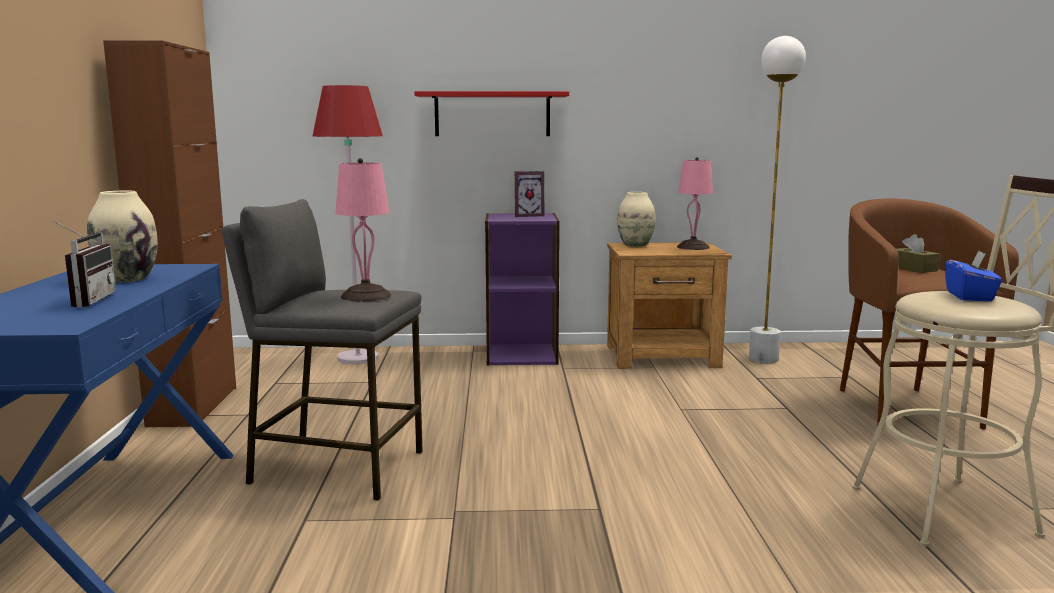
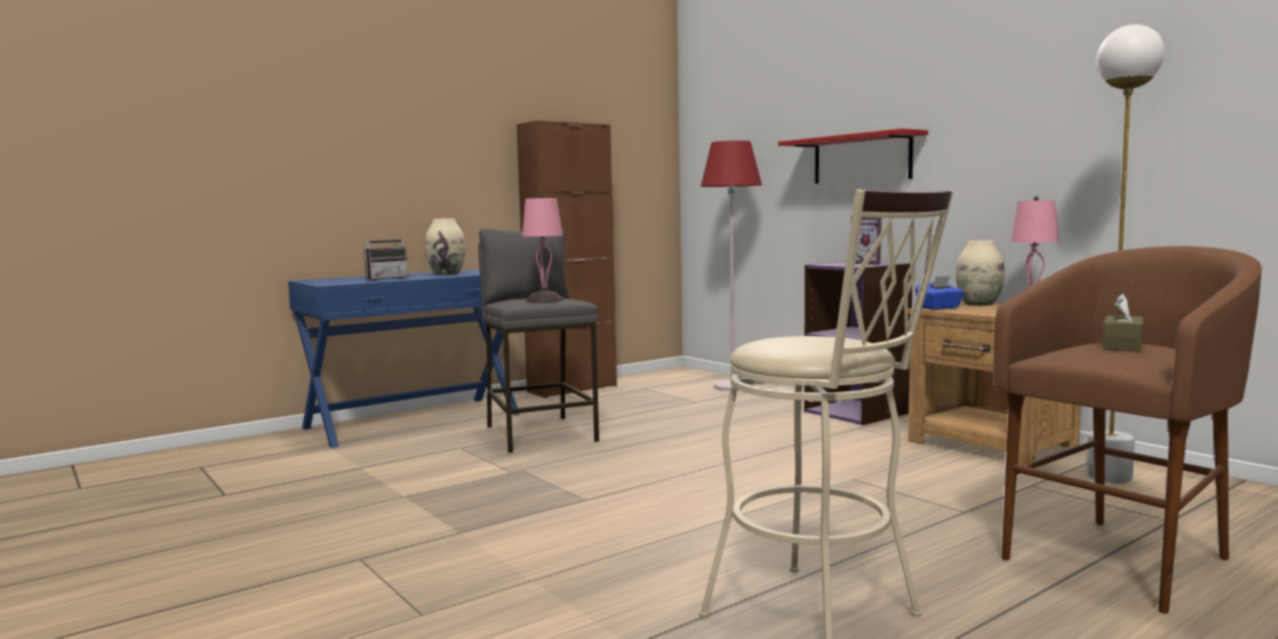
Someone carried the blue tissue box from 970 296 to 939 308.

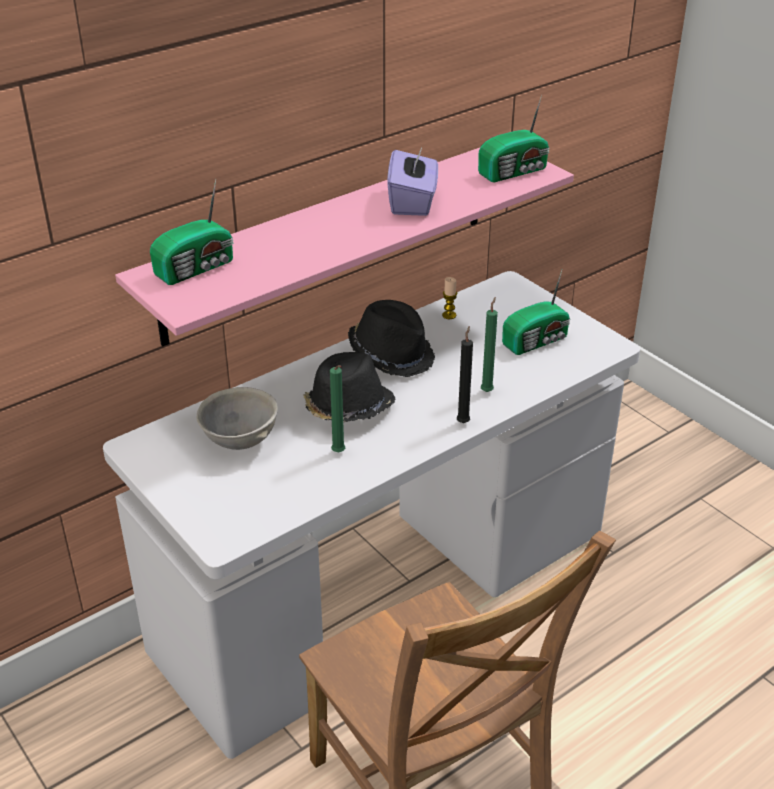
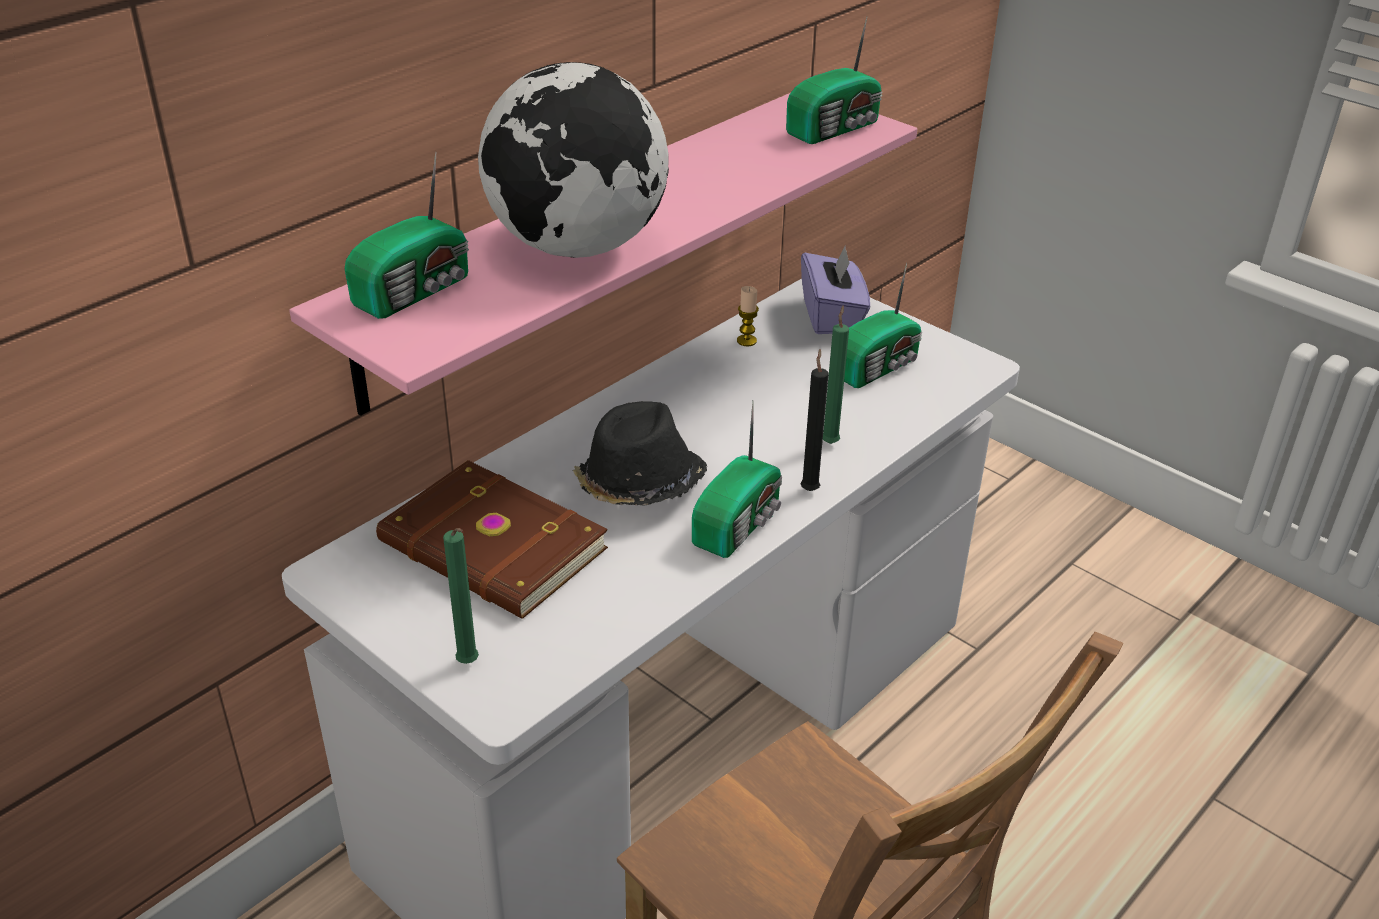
Someone took away the black hat at 392 354.
Someone put down the globe at 577 247.
Someone put down the radio at 740 524.
Someone carried the green candle from 339 453 to 469 664.
Someone carried the purple tissue box from 412 202 to 832 316.
Someone swapped the grey bowl at 239 441 for the brown book at 491 548.

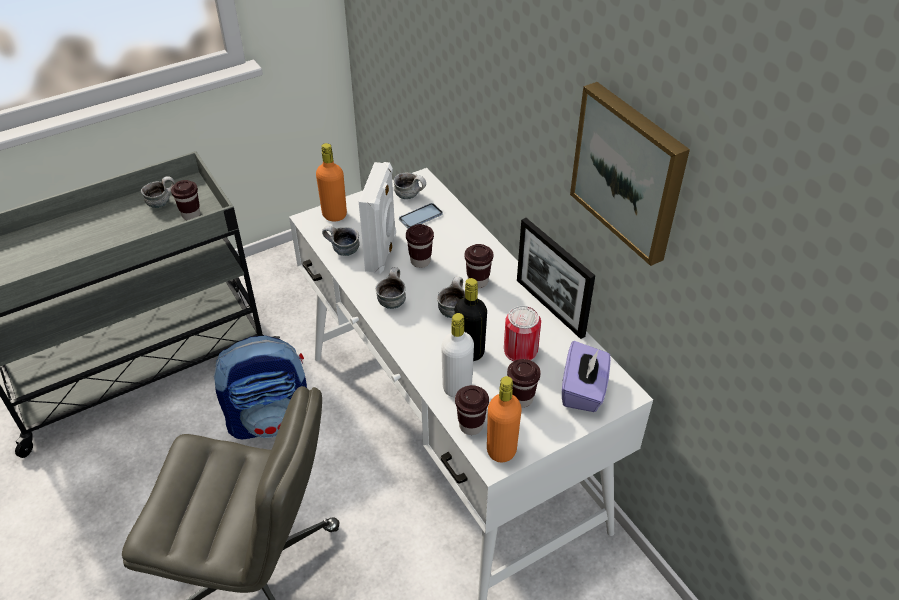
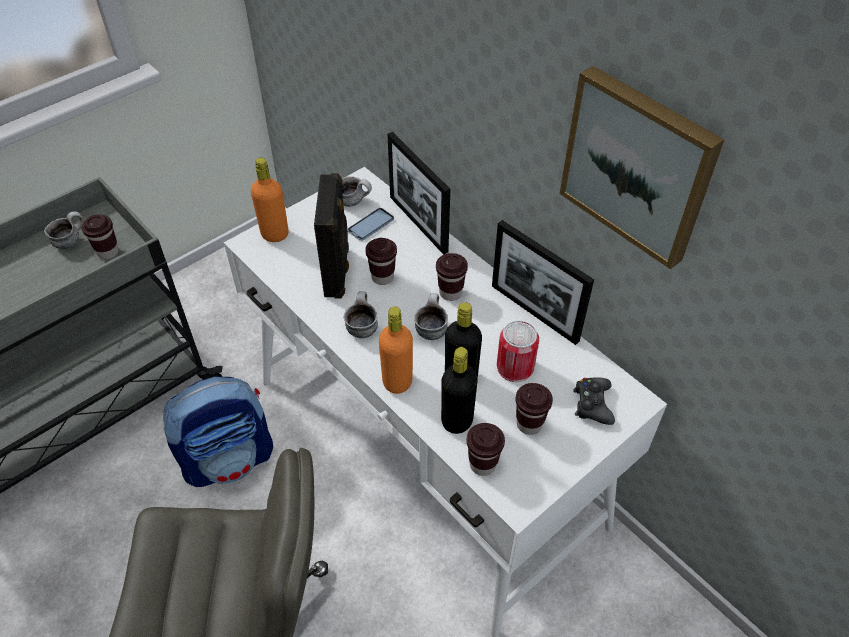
Someone took away the mug at 342 251.
Someone put down the picture frame at 418 224.
Someone carried the orange bottle from 501 450 to 397 381.
Someone swapped the purple tissue box at 583 390 for the black game controller at 592 404.
Someone repainted the white speaker at 382 252, which became the black speaker at 338 272.
Someone repainted the white bottle at 457 387, which became the black bottle at 457 421.

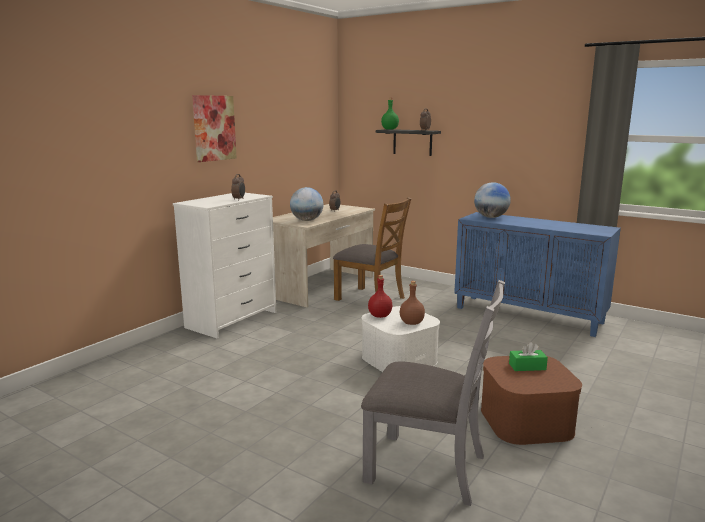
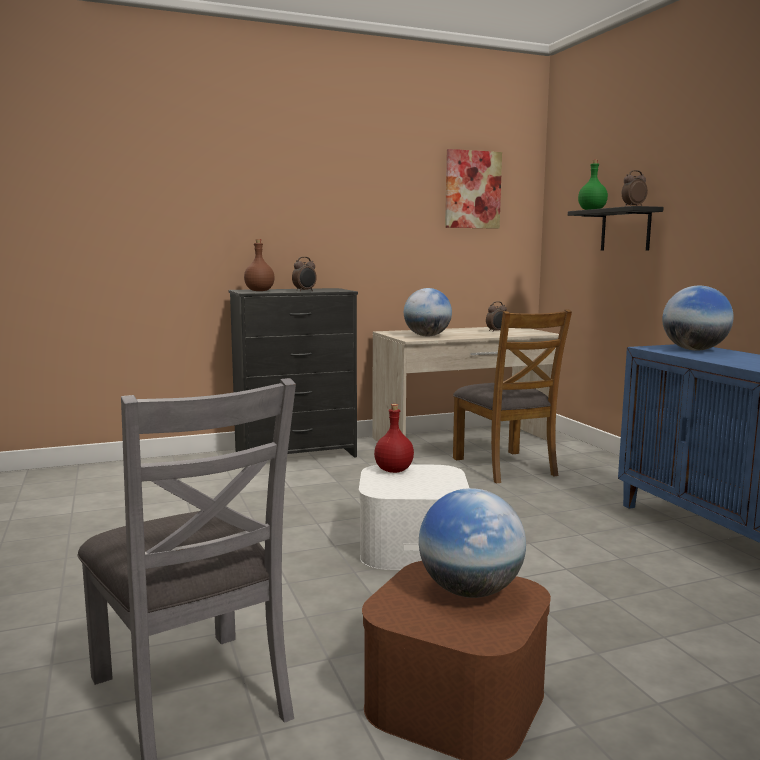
Someone carried the picture from 214 128 to 472 189.
Someone carried the brown bottle from 412 323 to 259 291.
Someone swapped the green tissue box at 527 366 for the globe at 470 591.
Someone repainted the white dresser at 232 320, which became the black dresser at 295 454.

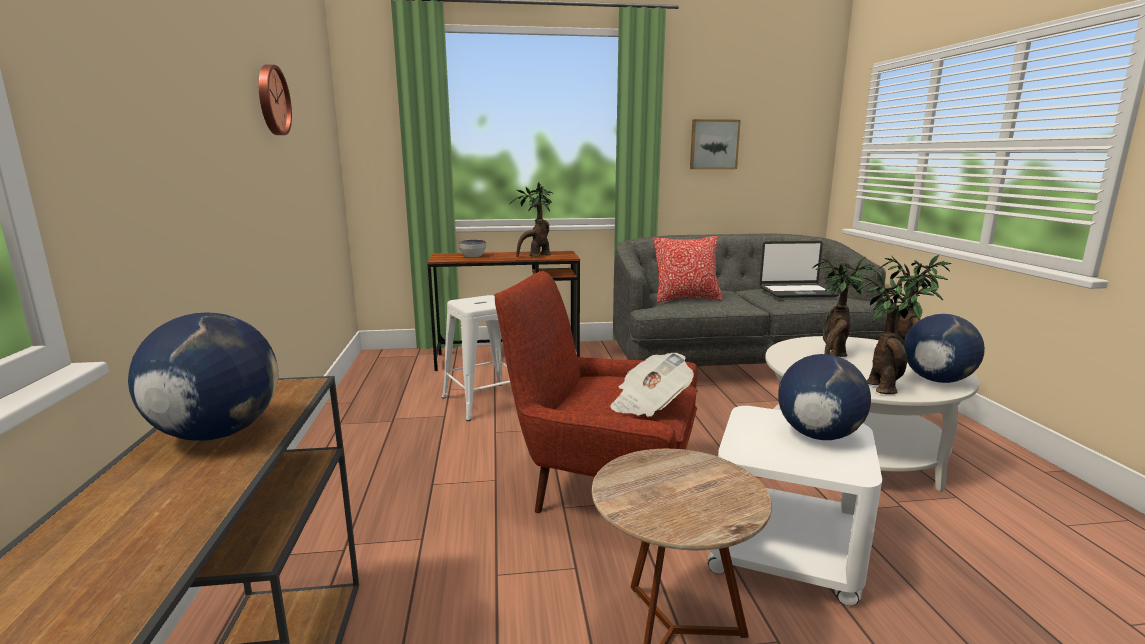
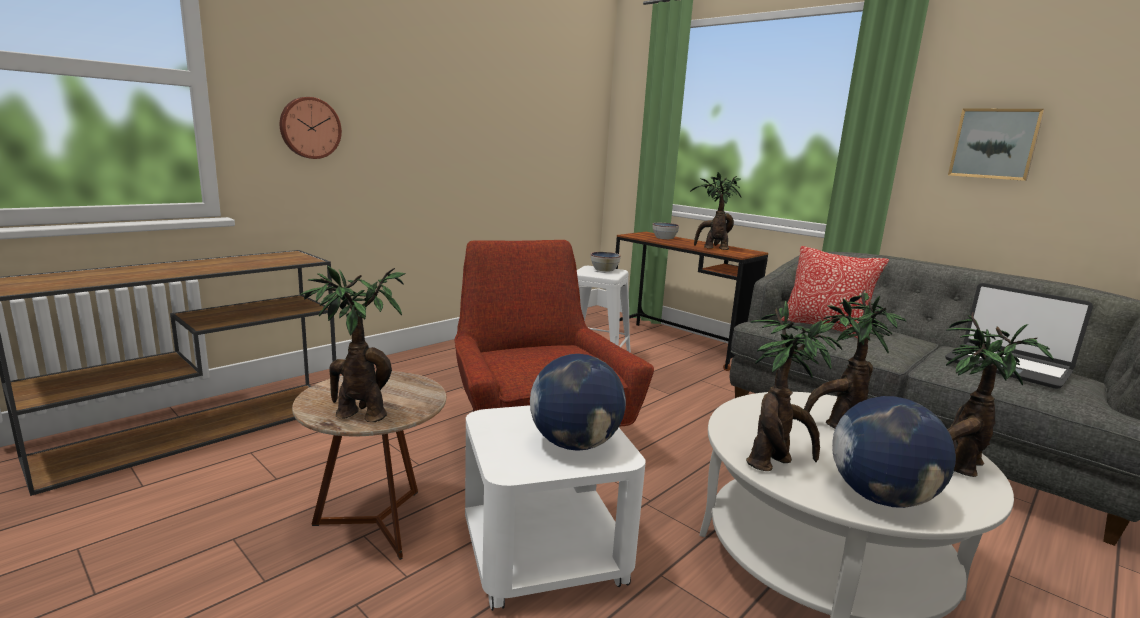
Someone took away the globe at 217 433.
Someone took away the newspaper at 649 404.
Someone put down the potted plant at 357 414.
Someone put down the bowl at 604 269.
Someone carried the wall clock from 271 100 to 309 128.

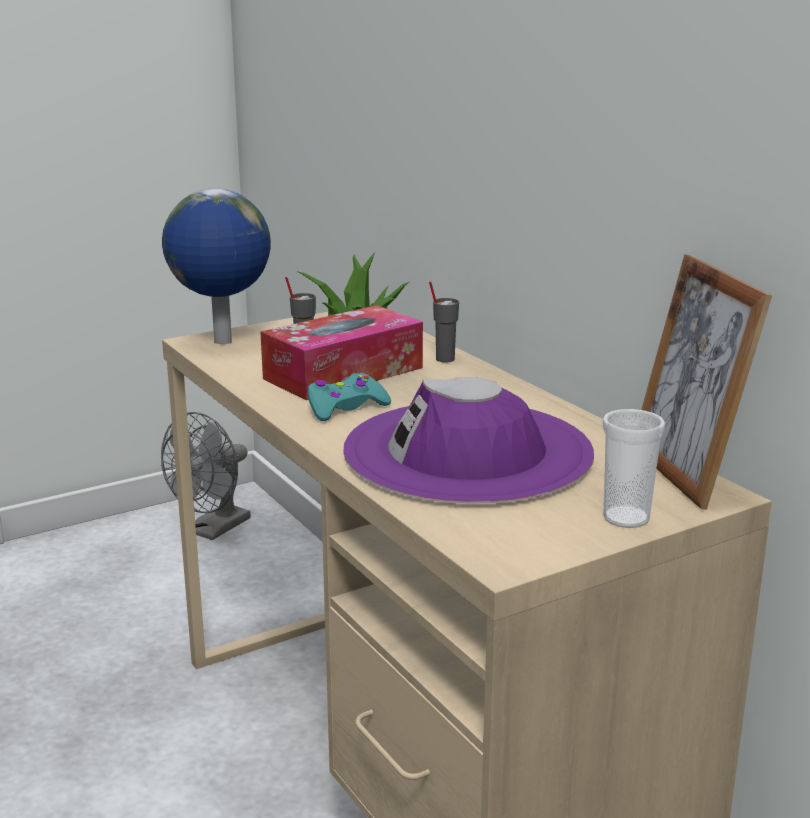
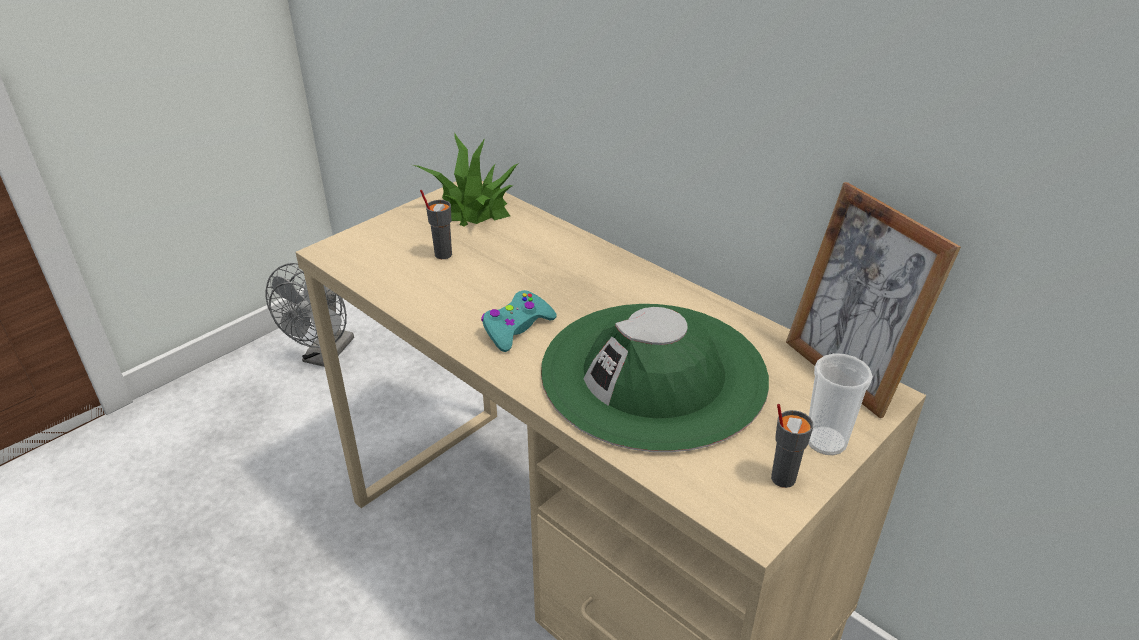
Someone took away the globe at 222 342.
Someone took away the tissue box at 343 373.
Someone carried the grey cup from 444 359 to 782 478.
Someone repainted the purple hat at 468 452, which became the green hat at 654 373.

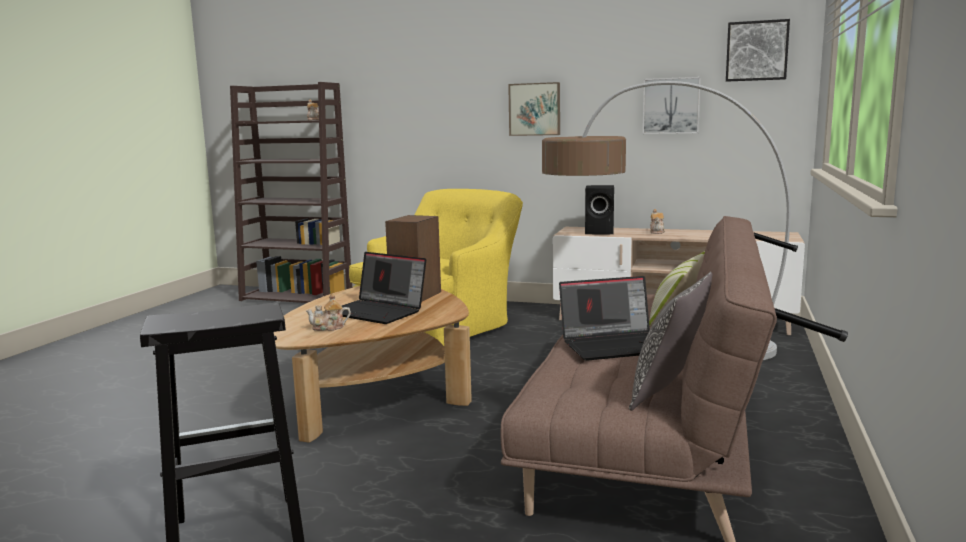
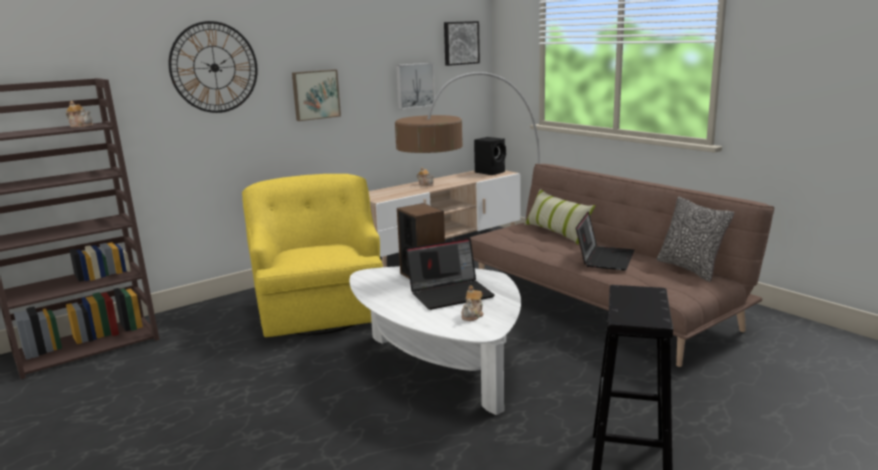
Someone put up the wall clock at 214 67.
Someone carried the black speaker from 600 232 to 490 172.
Someone repainted the brown coffee table at 378 394, which became the white coffee table at 440 366.

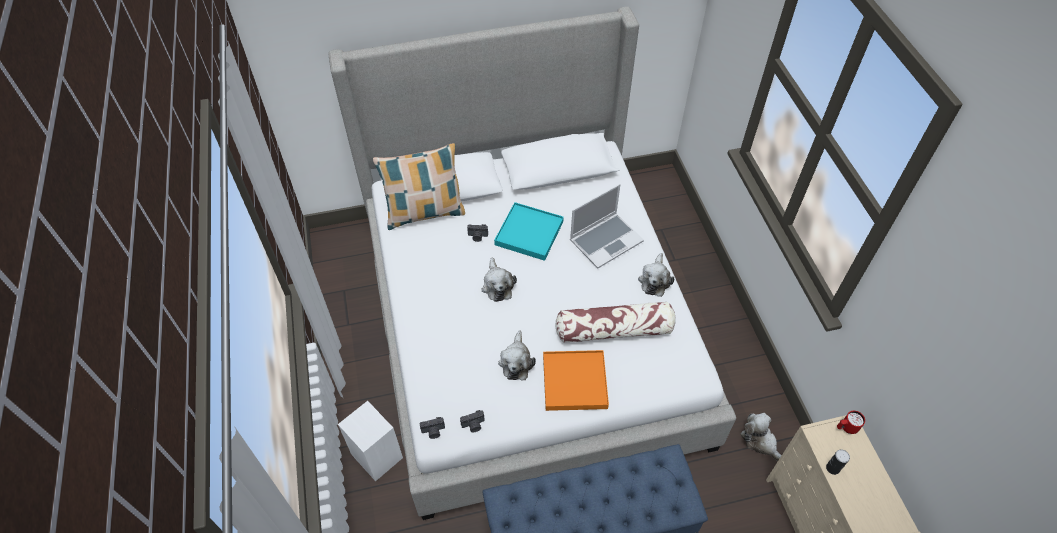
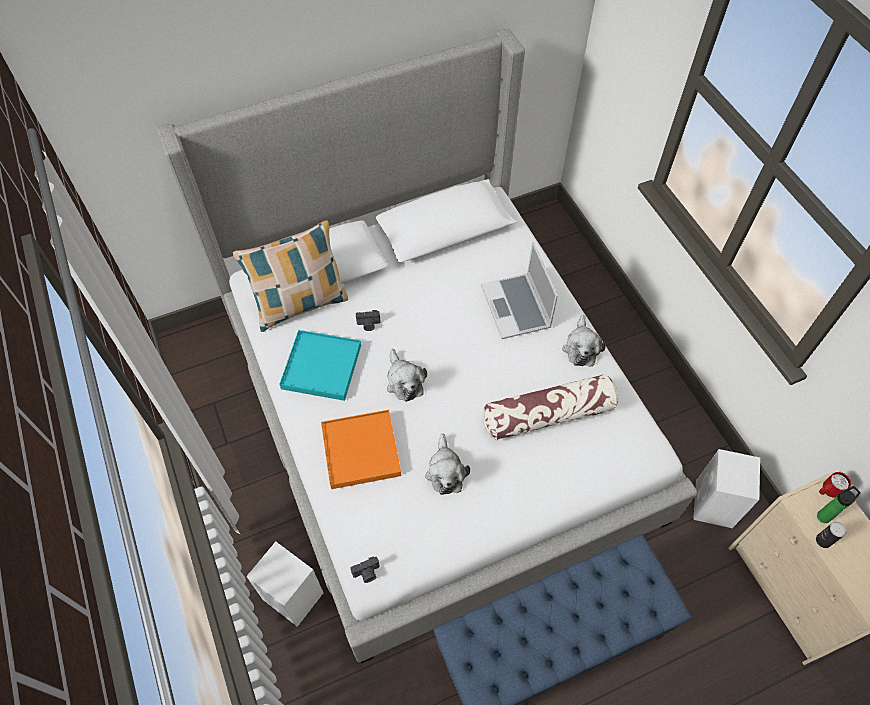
Someone took away the photo camera at 473 425.
Someone put down the bottle at 825 515.
Someone carried the turquoise tray from 529 233 to 322 367.
Someone carried the orange tray from 575 382 to 361 451.
Someone swapped the plush toy at 760 441 for the white speaker at 713 505.
Someone rotated the laptop at 606 240 by 120 degrees clockwise.

